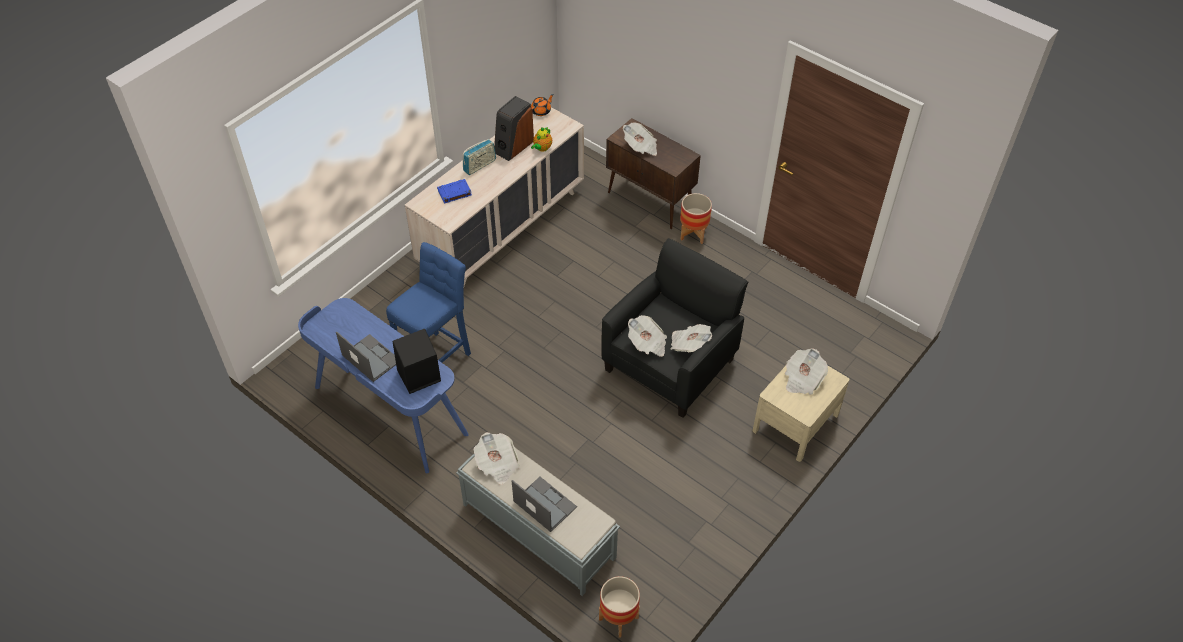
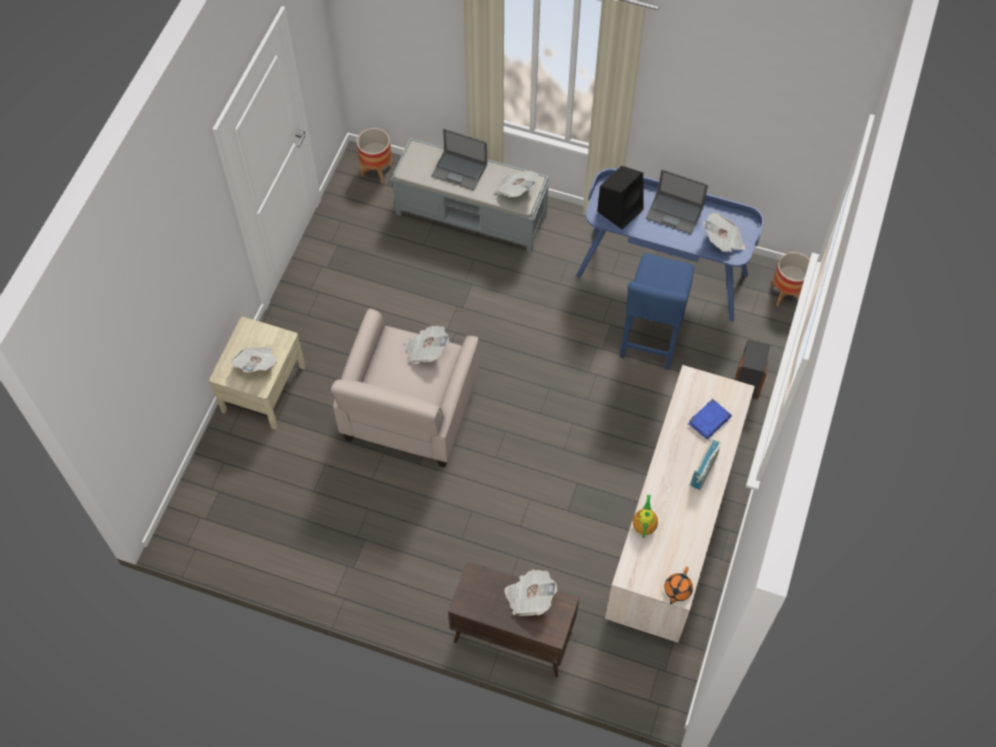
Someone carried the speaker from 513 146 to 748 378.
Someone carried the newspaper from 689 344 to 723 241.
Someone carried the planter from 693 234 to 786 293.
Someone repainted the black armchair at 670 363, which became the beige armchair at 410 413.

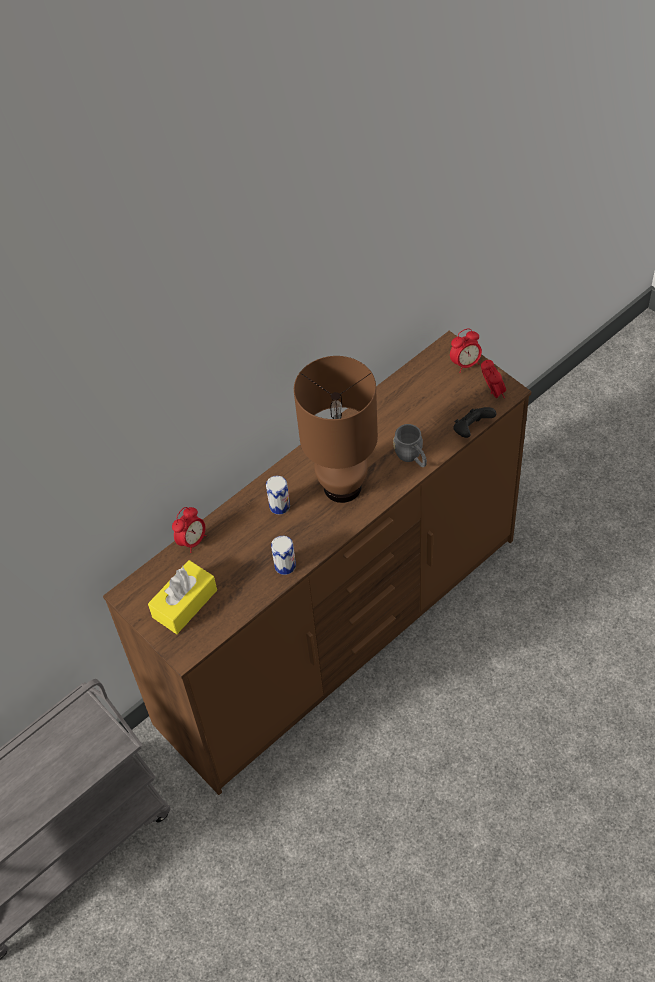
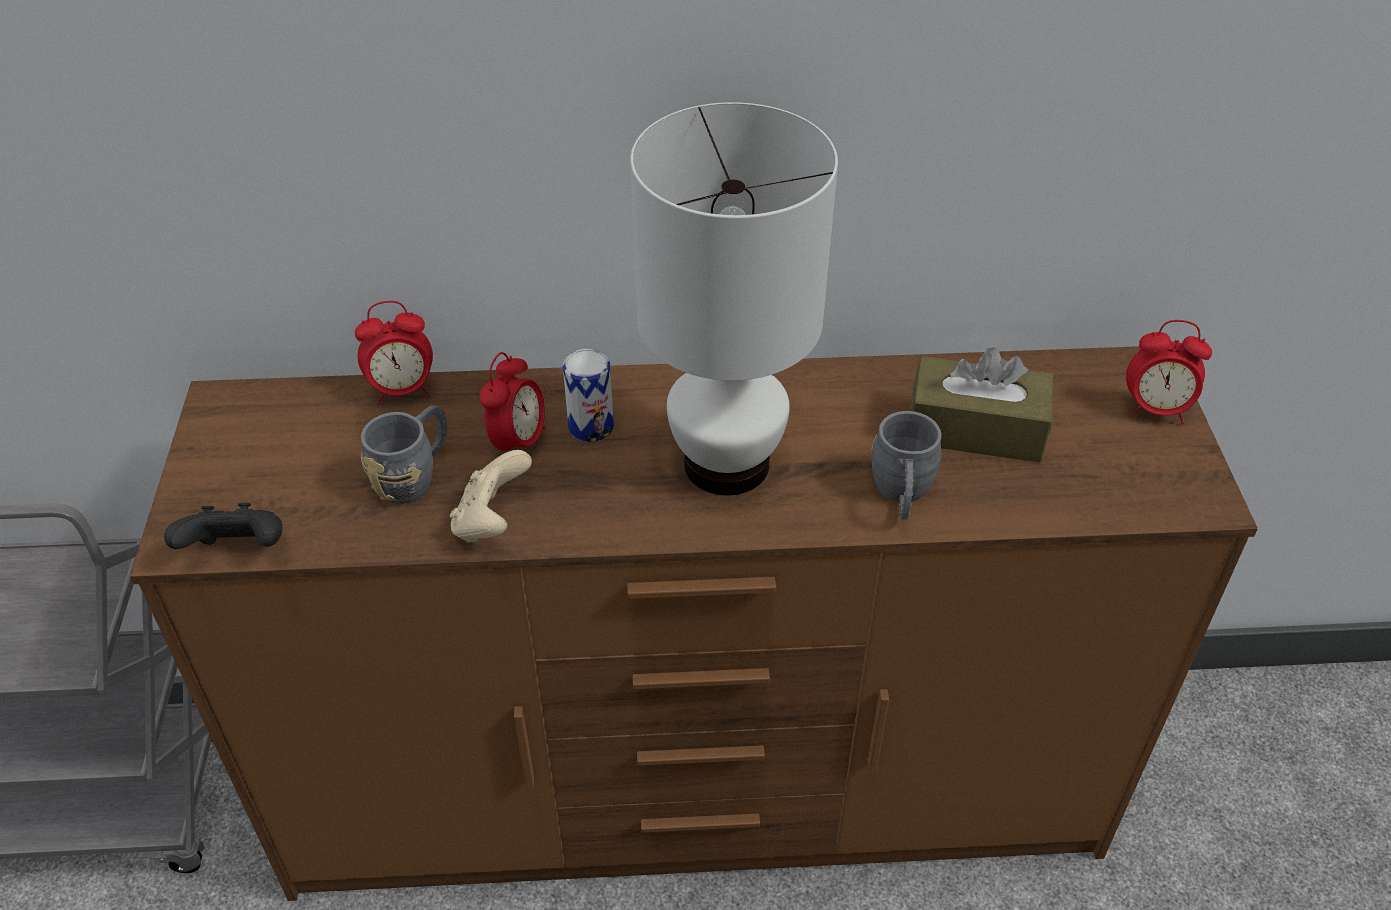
Someone took away the yellow tissue box at 185 603.
Someone put down the grey mug at 415 476.
Someone put down the brown tissue box at 975 429.
Someone carried the black game controller from 472 430 to 238 552.
Someone carried the alarm clock from 492 392 to 518 443.
Someone swapped the can at 285 565 for the beige game controller at 492 521.
Someone repainted the brown table lamp at 342 486, which became the white table lamp at 727 463.

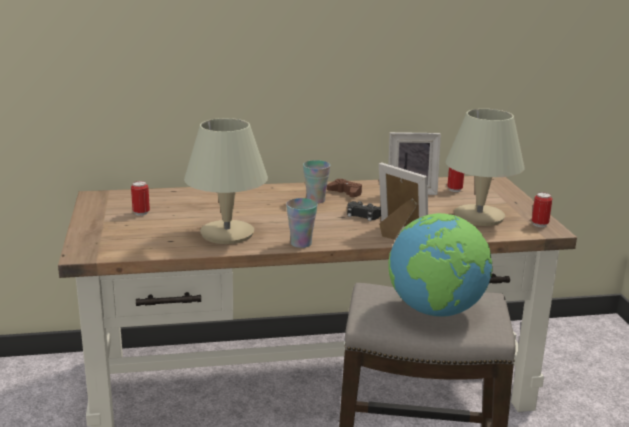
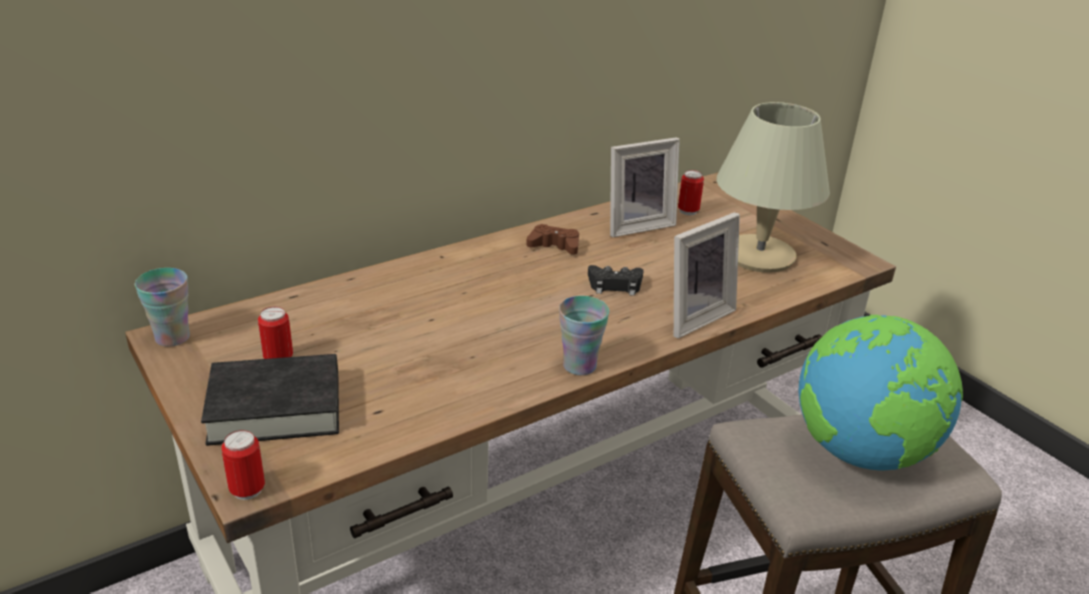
Someone took away the beige table lamp at 226 233.
Someone put down the black book at 275 408.
Someone carried the cup from 315 200 to 172 337.
Someone carried the can from 539 224 to 247 490.
Someone rotated the picture frame at 397 235 by 120 degrees clockwise.

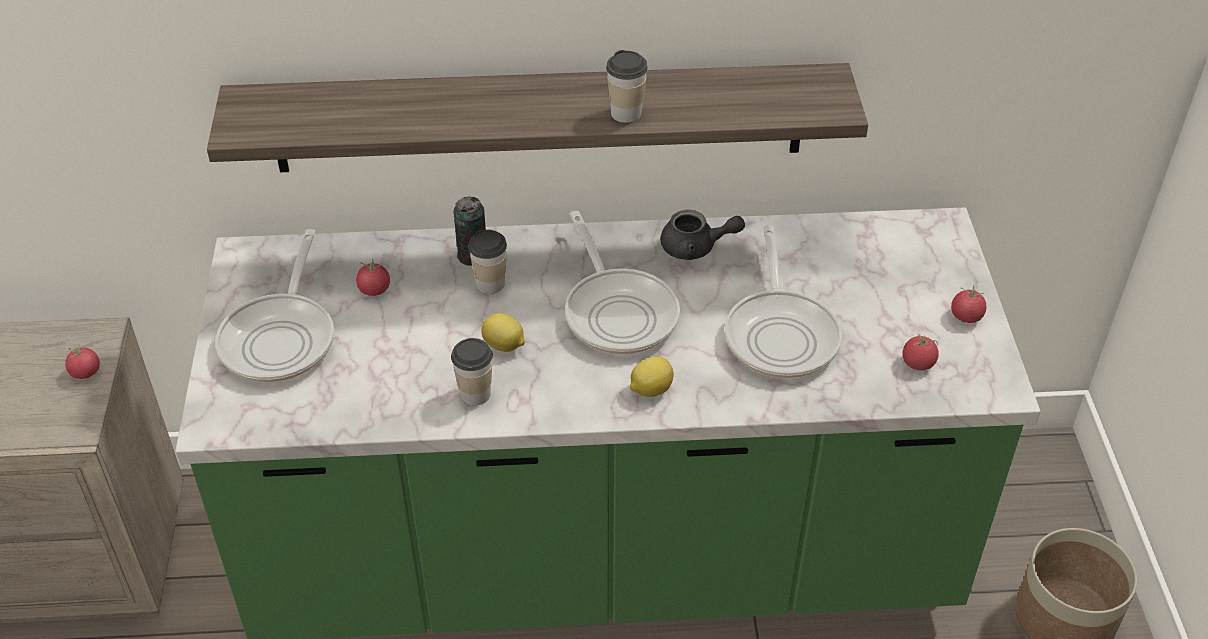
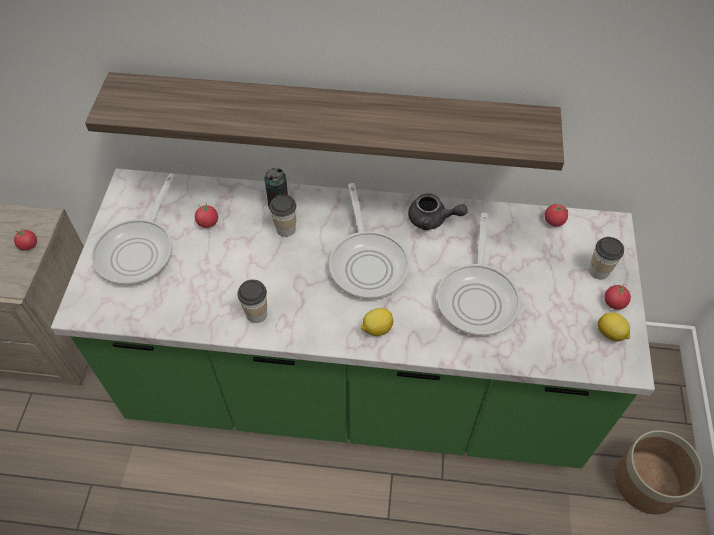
Someone carried the lemon from 504 346 to 610 334.
Someone carried the cup from 626 113 to 599 271.
Someone carried the tomato from 918 363 to 554 221.

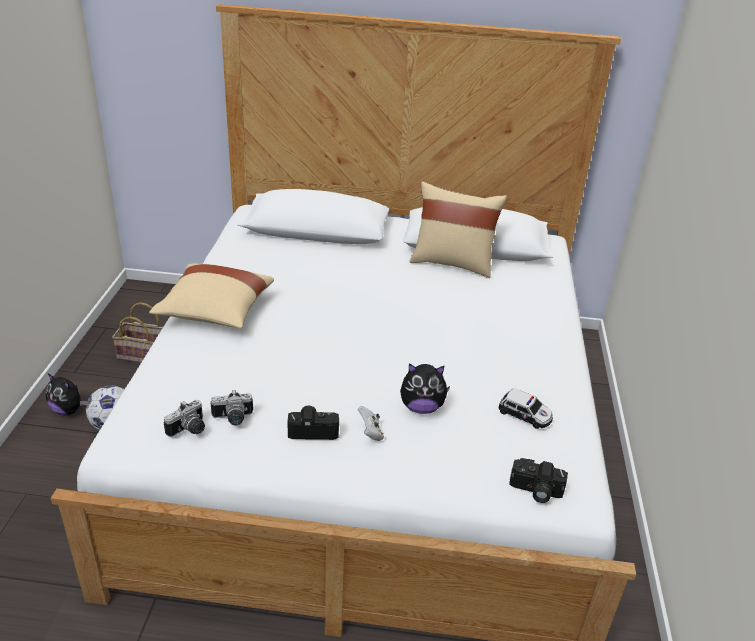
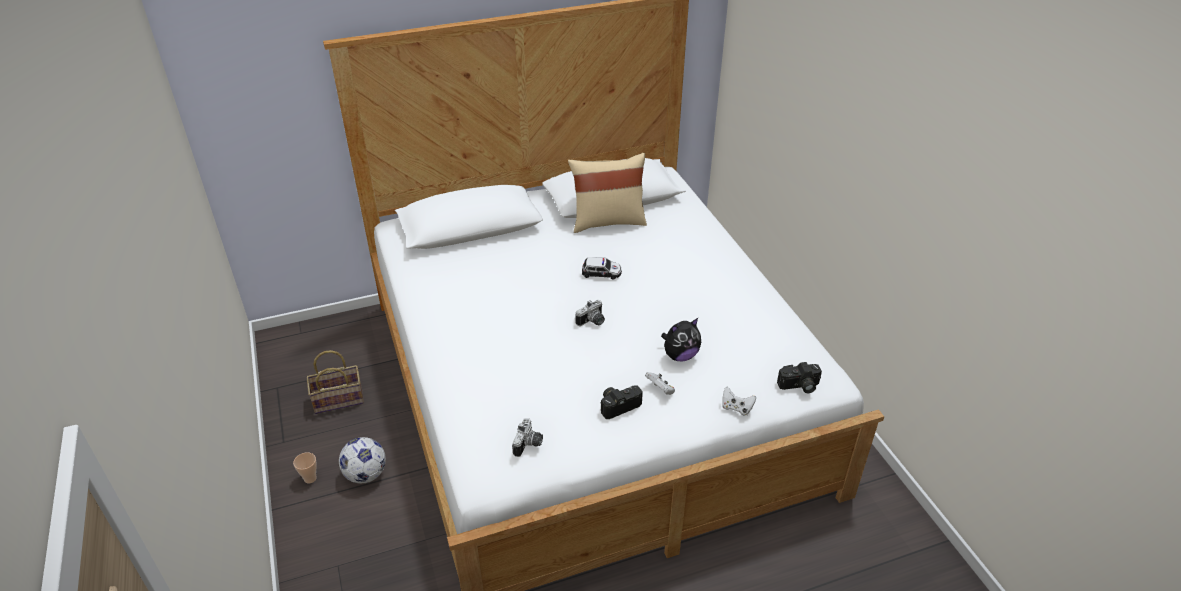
Someone took away the beige pillow at 215 311.
Someone put down the white game controller at 736 408.
Someone carried the photo camera from 233 418 to 592 322.
Someone carried the toy car from 525 414 to 601 273.
Someone swapped the plush toy at 68 410 for the cup at 310 478.

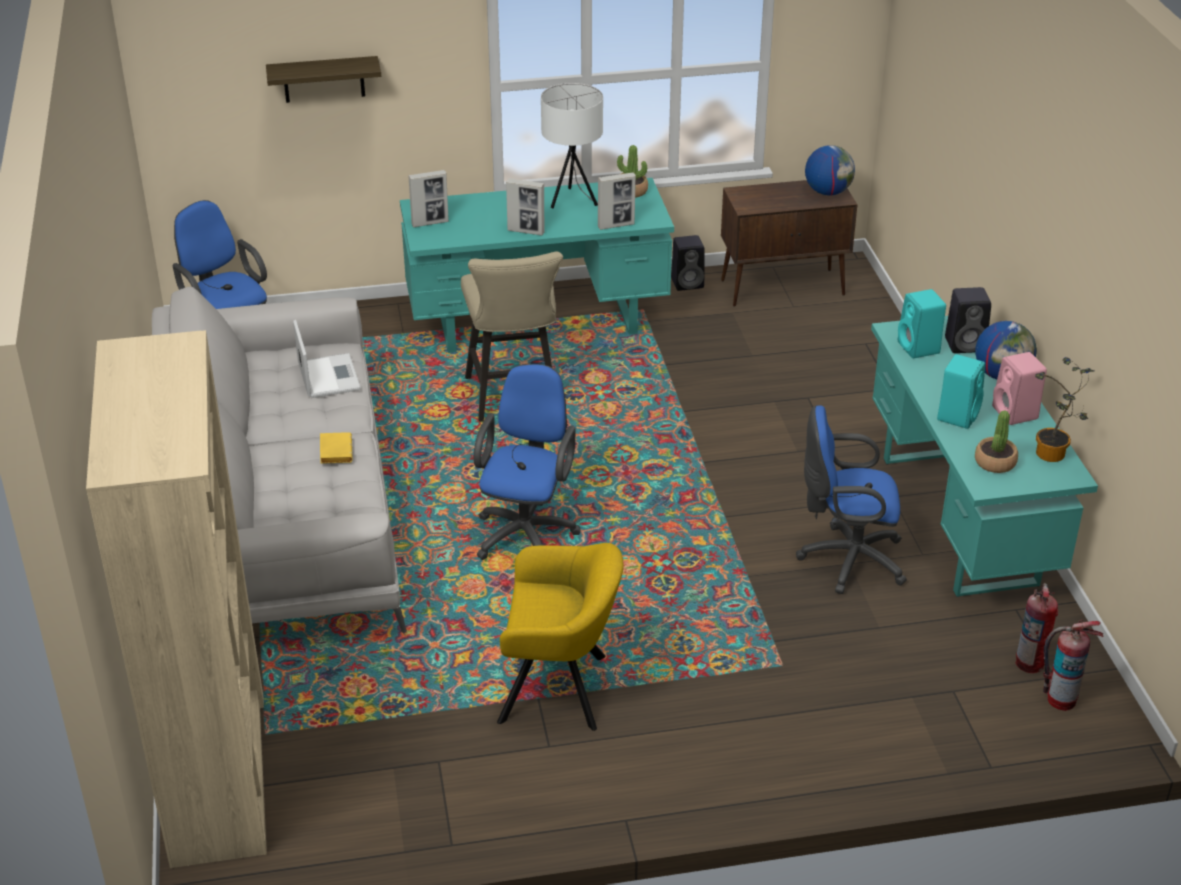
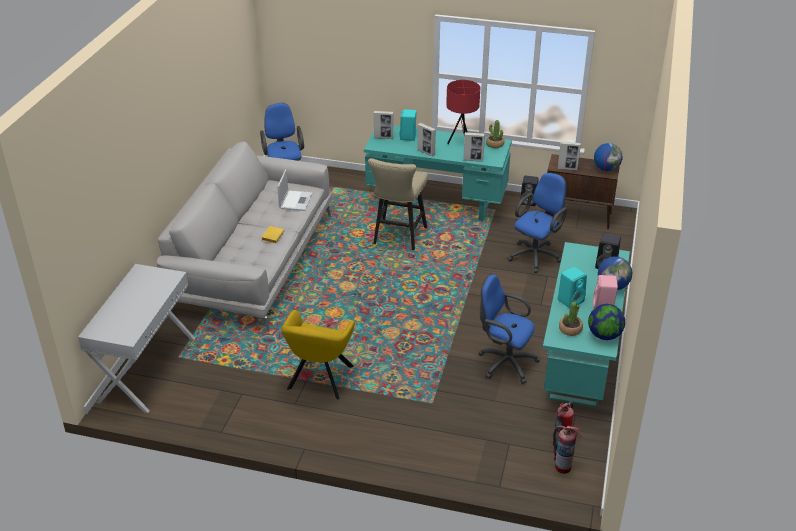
Someone took away the shelf at 323 79.
Someone put down the picture frame at 567 168.
Someone carried the blue office chair from 527 532 to 536 255.
Someone carried the turquoise speaker from 919 348 to 408 137.
Someone swapped the beige bookcase at 219 776 for the white console table at 147 369.
Someone swapped the potted plant at 1052 456 for the globe at 604 335.
Someone repainted the white table lamp at 575 202, which became the red table lamp at 462 143.
Someone rotated the yellow armchair at 561 689 by 75 degrees clockwise.

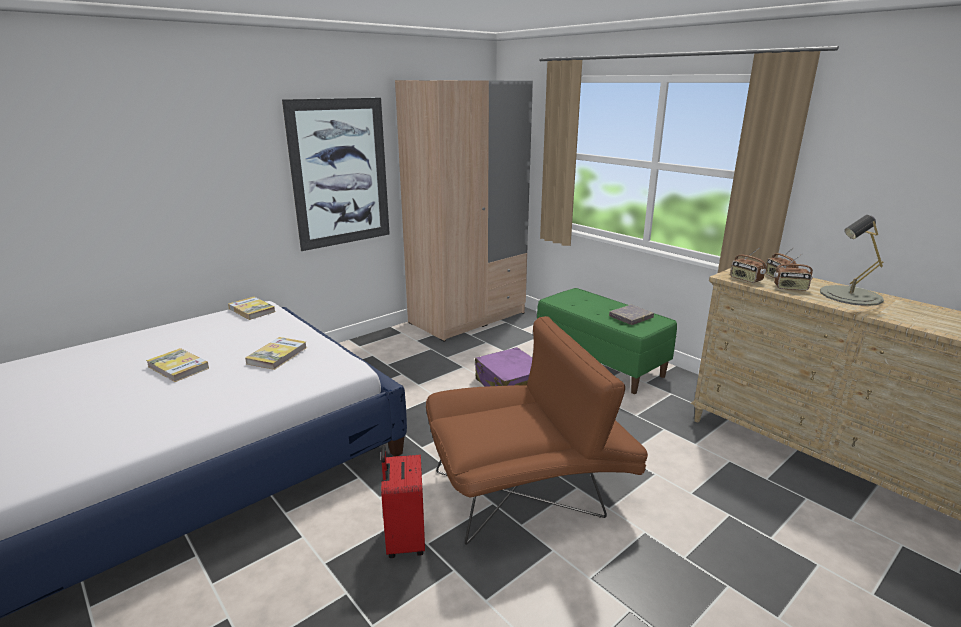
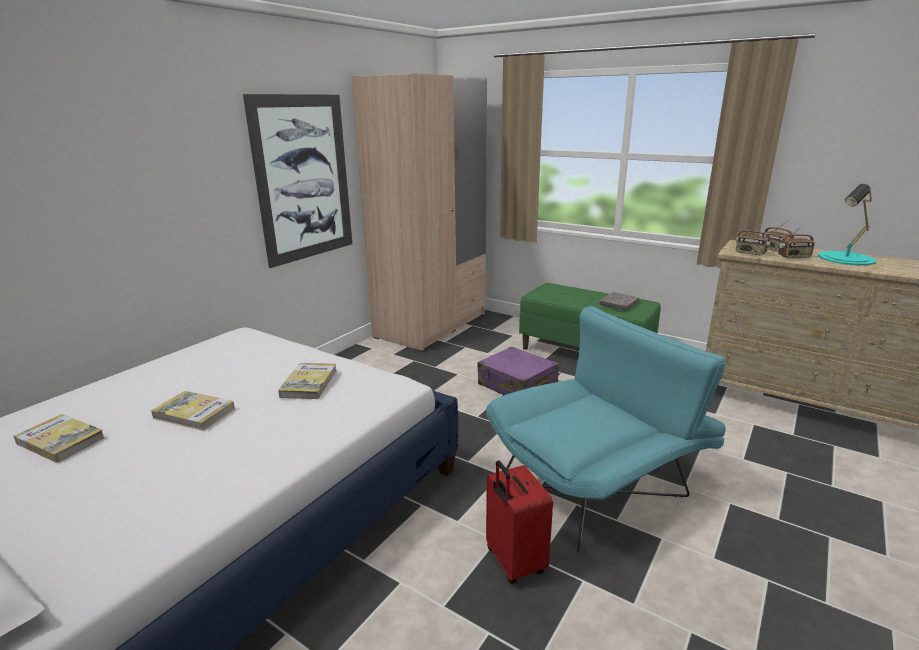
Someone carried the book from 252 310 to 60 441.
Someone repainted the brown armchair at 529 488, which became the turquoise armchair at 600 482.
Someone repainted the grey table lamp at 850 295, which became the turquoise table lamp at 846 258.

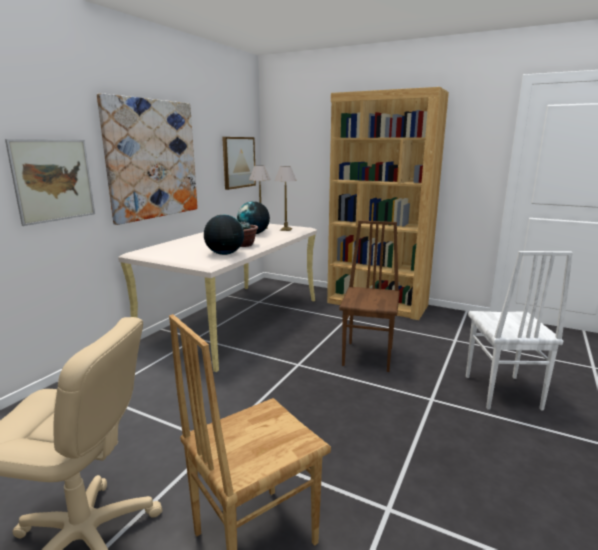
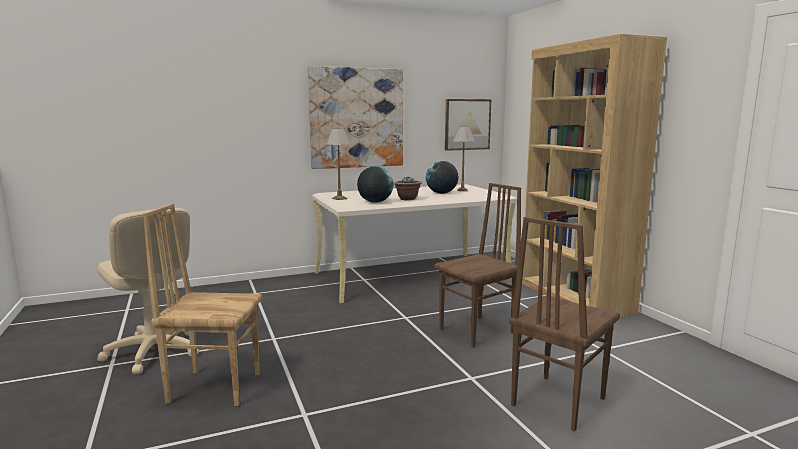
Someone took away the picture at 54 180.
Someone carried the table lamp from 285 229 to 339 198.
Someone repainted the white chair at 501 392, which became the brown chair at 556 401.

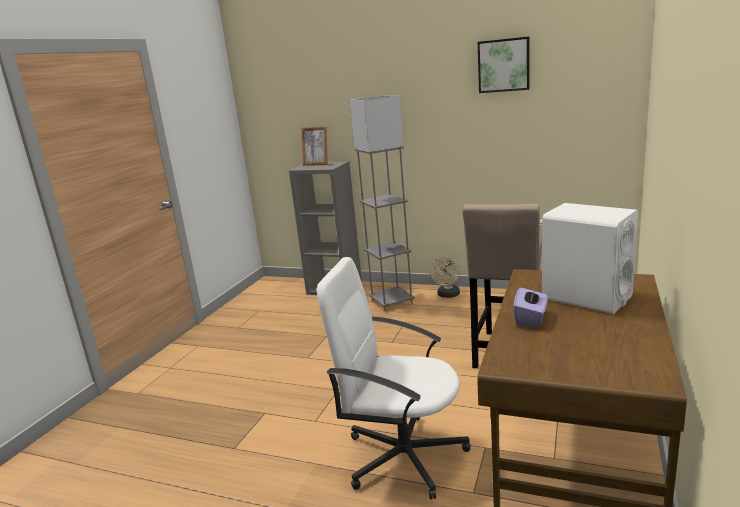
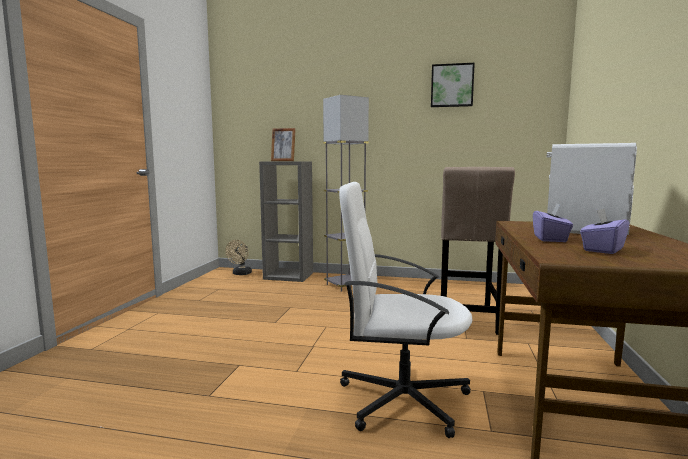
Someone put down the purple tissue box at 602 249.
Someone carried the beige fan from 447 295 to 240 274.

